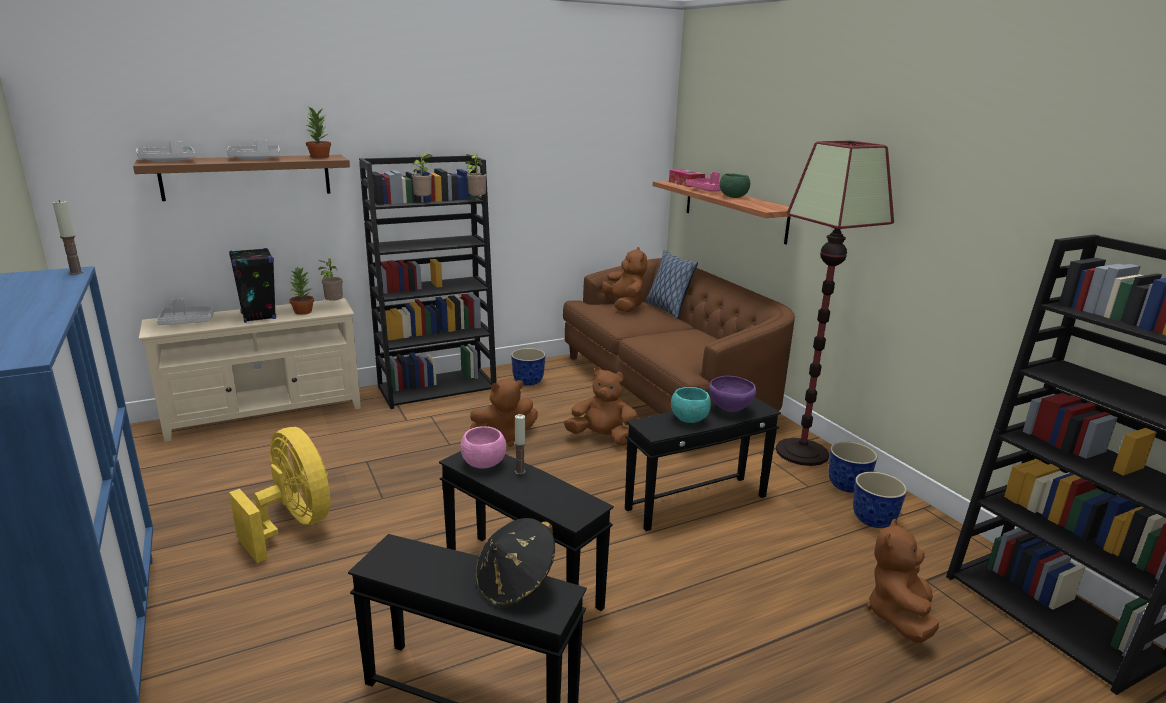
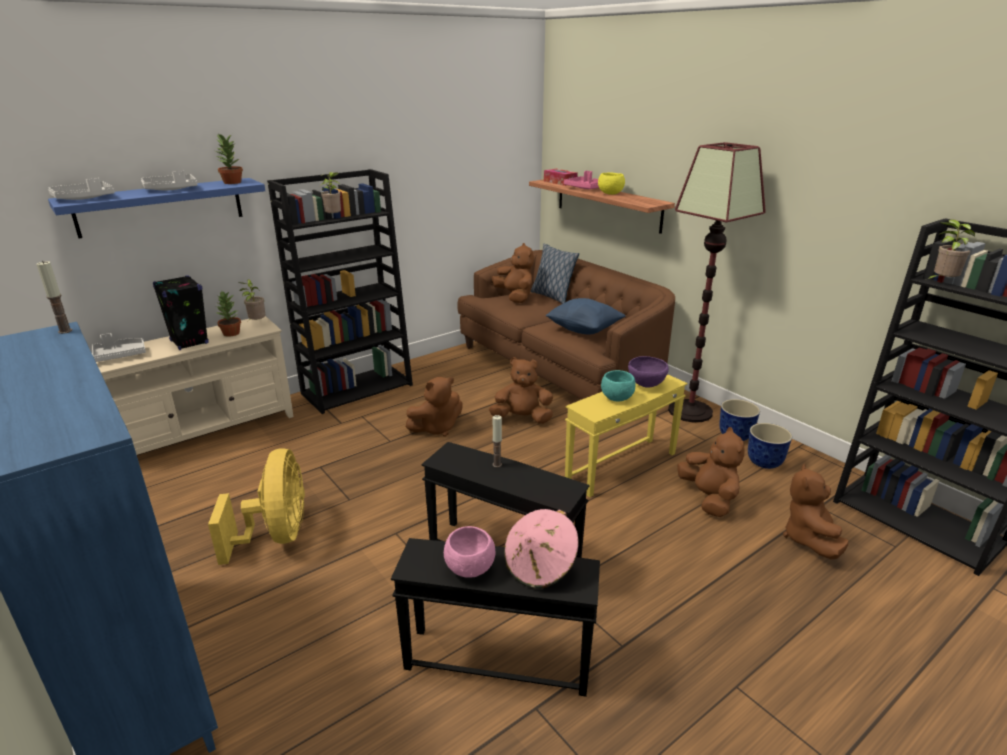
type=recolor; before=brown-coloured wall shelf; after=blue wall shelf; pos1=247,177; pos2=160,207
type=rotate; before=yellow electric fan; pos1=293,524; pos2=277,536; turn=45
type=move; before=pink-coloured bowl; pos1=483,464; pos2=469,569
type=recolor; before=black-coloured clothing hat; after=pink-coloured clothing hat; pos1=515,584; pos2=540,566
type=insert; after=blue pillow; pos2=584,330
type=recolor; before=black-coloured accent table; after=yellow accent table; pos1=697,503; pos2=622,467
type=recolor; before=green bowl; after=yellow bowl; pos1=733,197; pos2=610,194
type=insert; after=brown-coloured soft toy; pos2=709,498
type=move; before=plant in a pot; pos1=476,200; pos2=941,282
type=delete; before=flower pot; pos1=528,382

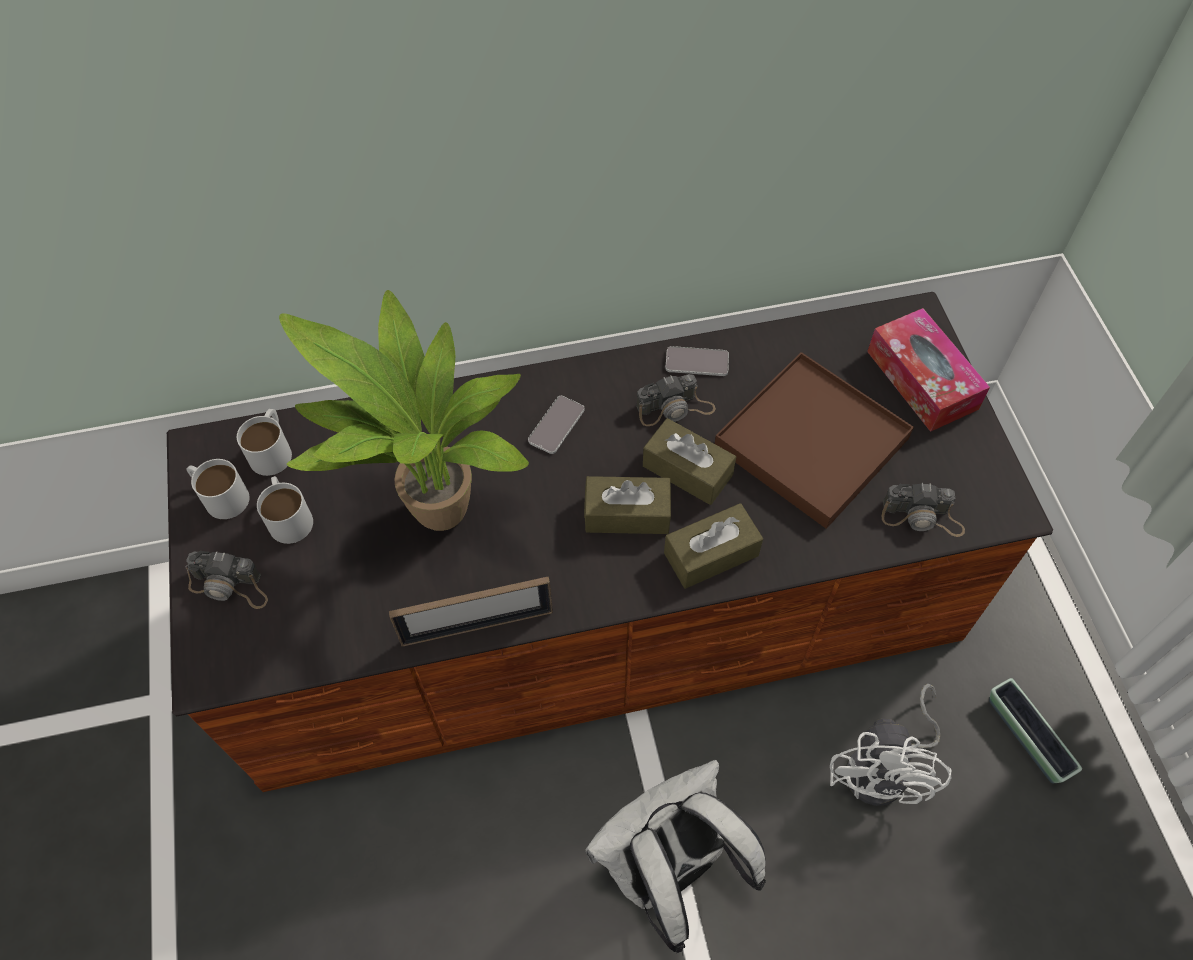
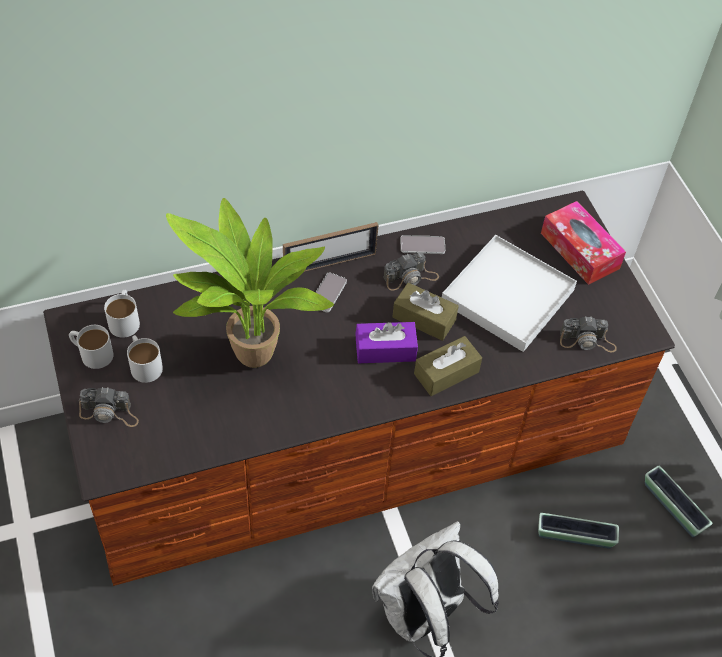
type=move; before=photo frame; pos1=477,626; pos2=330,263
type=recolor; before=brown-coloured box of tissues; after=purple box of tissues; pos1=627,514; pos2=385,350
type=recolor; before=brown-coloured carrying tray; after=whitish carrying tray; pos1=811,443; pos2=507,296
type=replace; before=whitish electric fan; after=flower pot; pos1=885,769; pos2=574,536

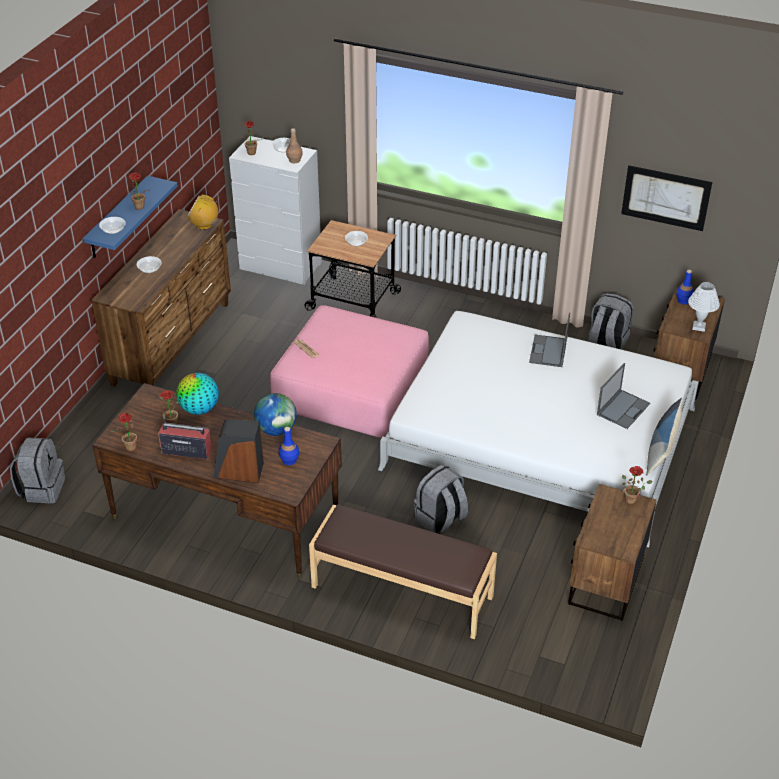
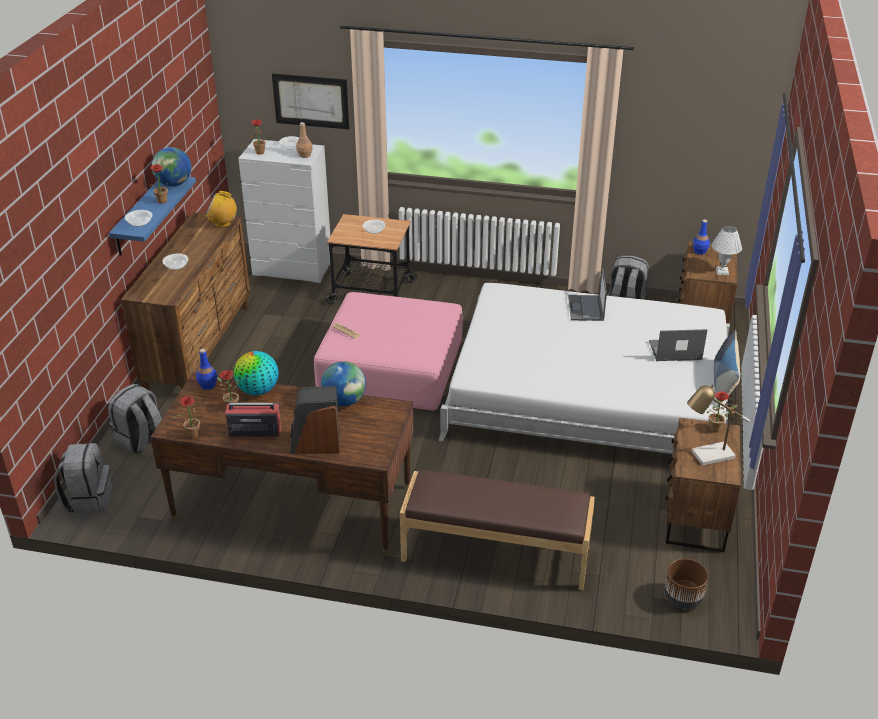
type=move; before=grey backpack; pos1=440,520; pos2=141,440
type=insert; after=world globe; pos2=174,184
type=move; before=blue bottle; pos1=289,460; pos2=208,385
type=move; before=wall art; pos1=665,198; pos2=311,101
type=rotate; before=notebook computer; pos1=623,408; pos2=674,350; turn=-120
type=insert; after=brown-coloured flower pot; pos2=683,598
type=insert; after=table lamp; pos2=708,456

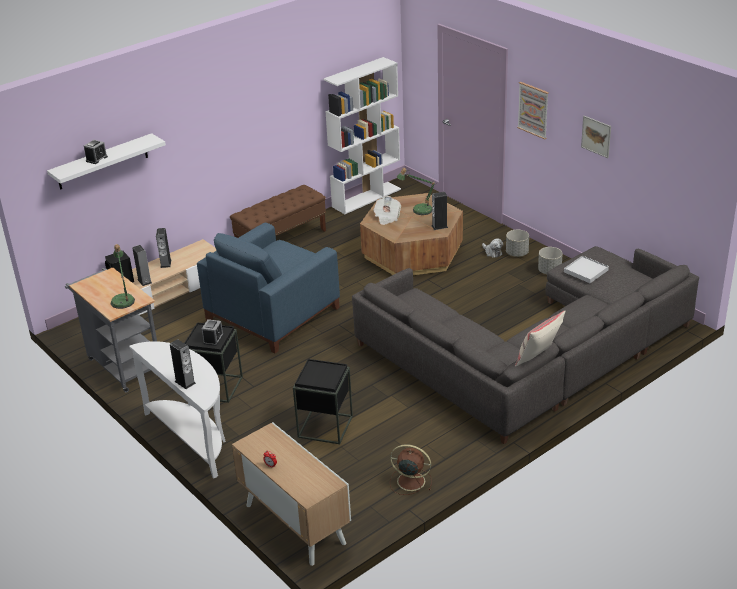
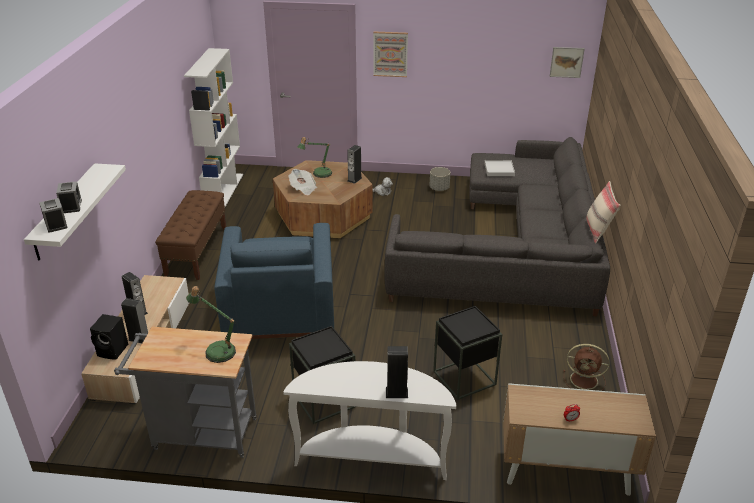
type=move; before=alarm clock; pos1=213,339; pos2=56,224
type=move; before=wall art; pos1=596,136; pos2=566,62
type=rotate; before=brown-coloured electric fan; pos1=409,481; pos2=585,380; turn=-135
type=delete; before=grey flower pot; pos1=516,253

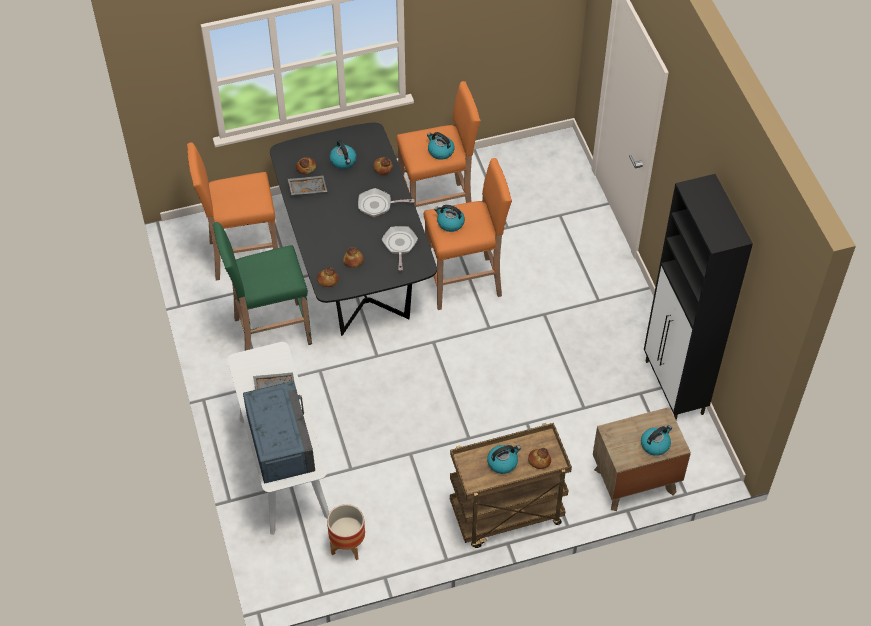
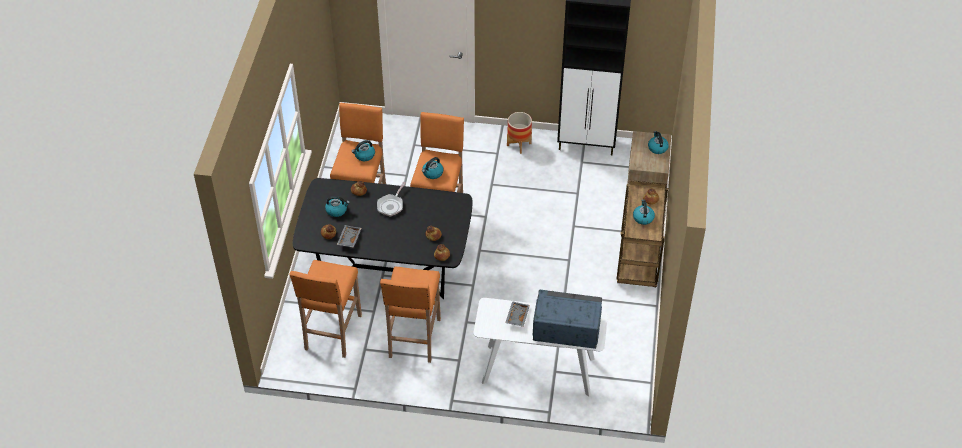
type=recolor; before=green sitting stool; after=orange-coloured sitting stool; pos1=270,331; pos2=414,339
type=move; before=flower pot; pos1=348,545; pos2=519,144
type=delete; before=pan; pos1=399,245

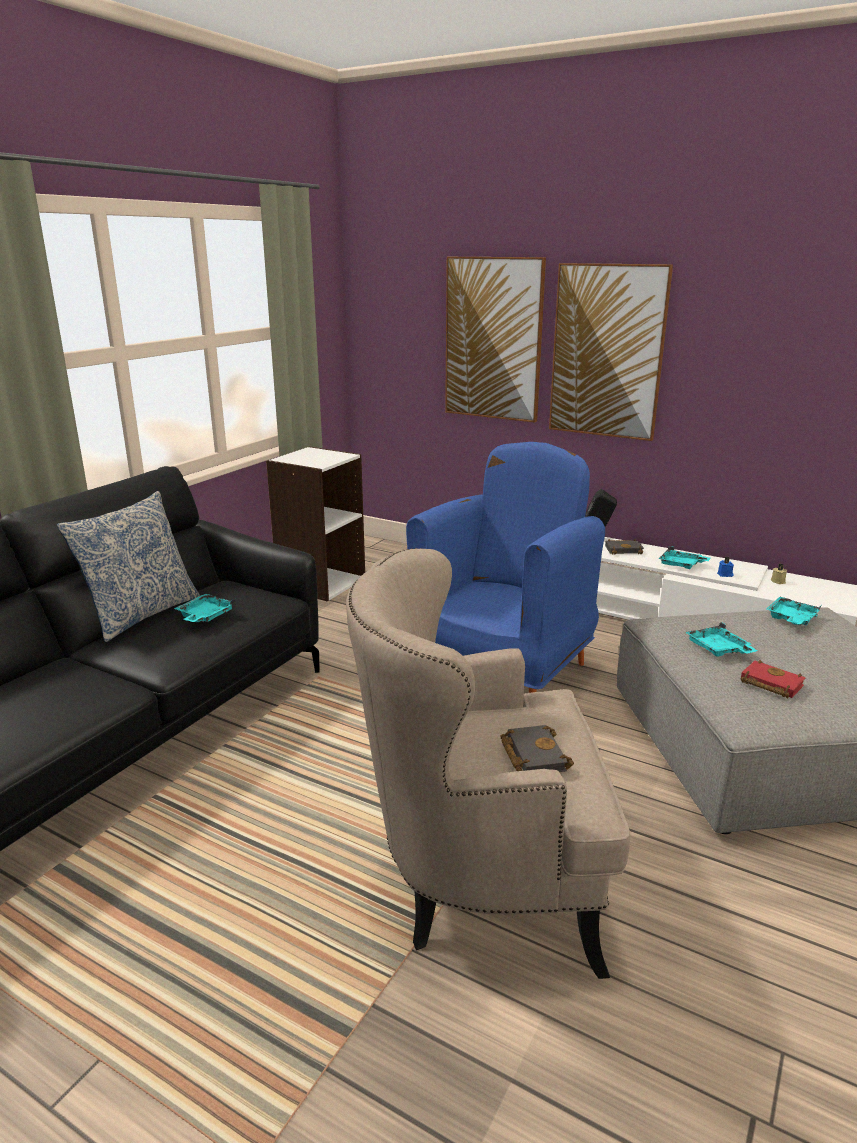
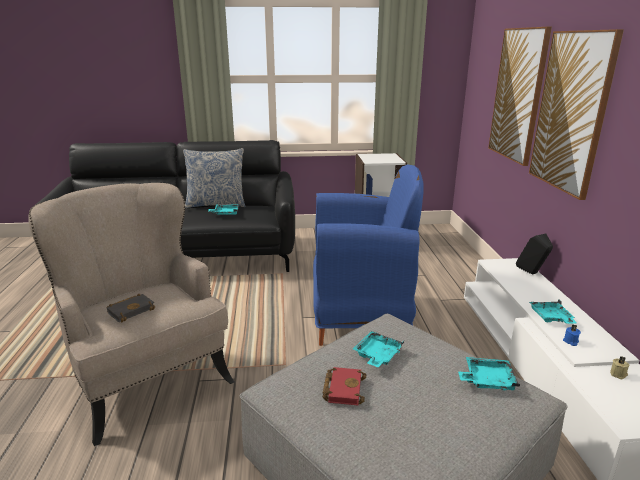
type=delete; before=black-coloured bound book; pos1=624,549

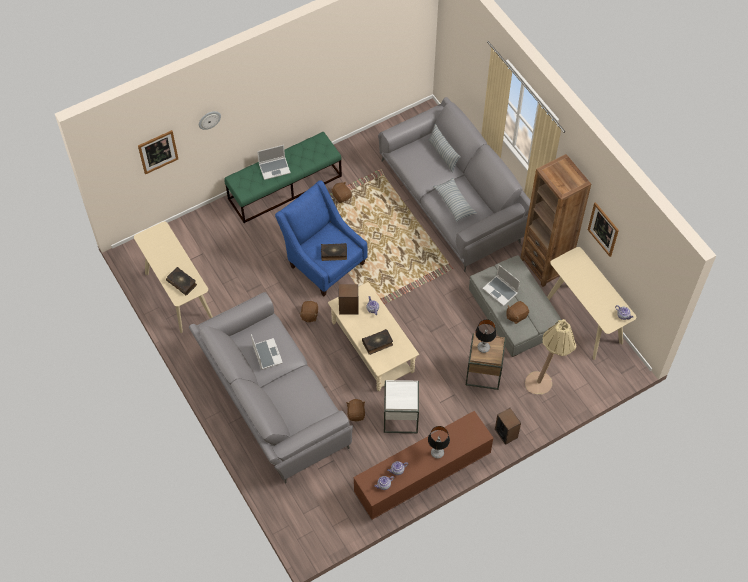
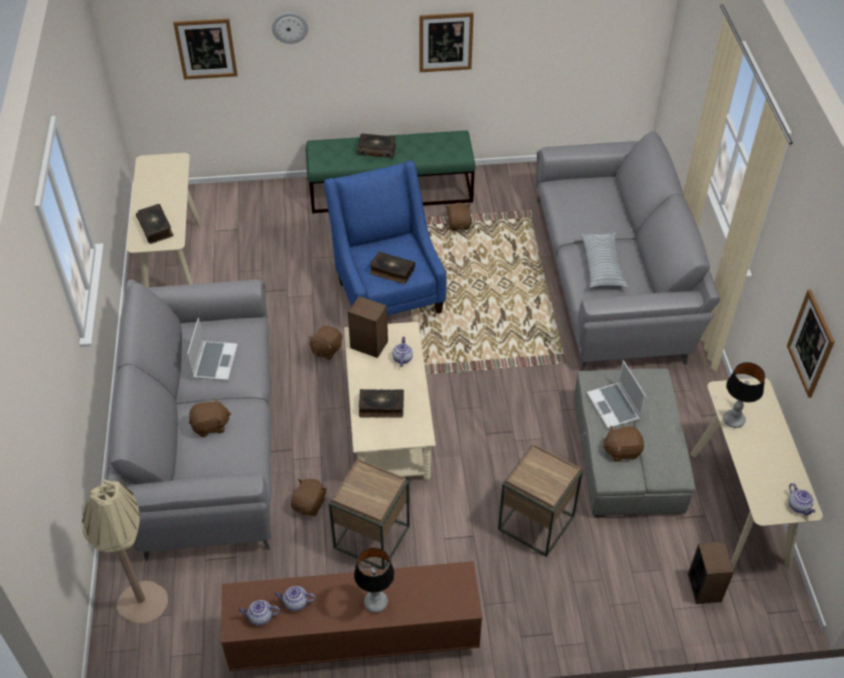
type=move; before=sand-coloured standing lamp; pos1=543,387; pos2=146,612
type=insert; after=brown-coloured soft toy; pos2=210,426
type=recolor; before=whitish accent table; after=brown-coloured accent table; pos1=401,417; pos2=372,536
type=replace; before=notebook computer; after=bound book; pos1=274,168; pos2=377,150
type=insert; after=wall art; pos2=445,42
type=move; before=loudspeaker; pos1=506,433; pos2=704,587
type=move; before=table lamp; pos1=483,347; pos2=733,420
type=delete; before=pillow; pos1=443,155
type=delete; before=brown-coloured shelving unit; pos1=545,265

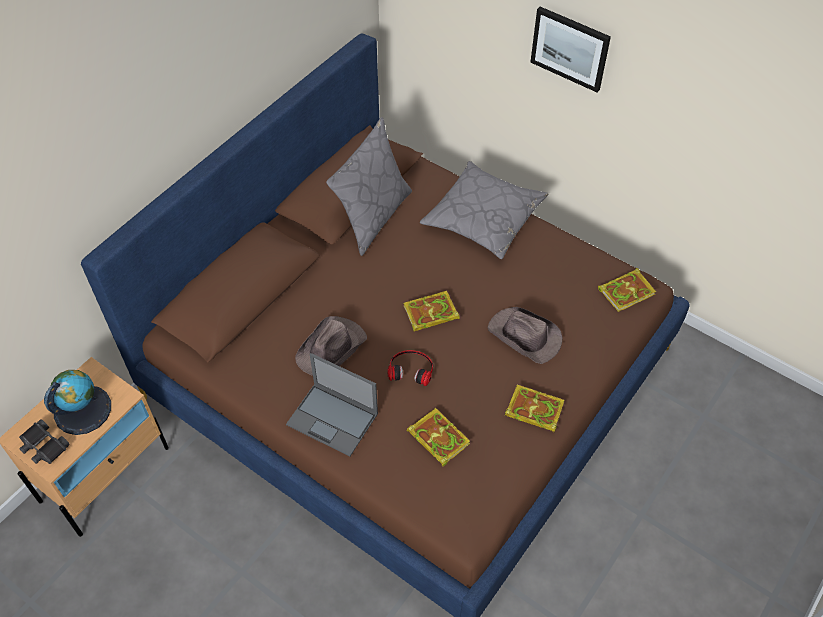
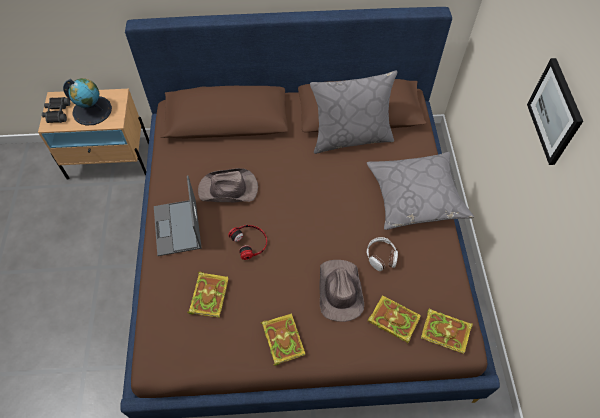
type=insert; after=headphones; pos2=381,256
type=move; before=bound book; pos1=429,314; pos2=392,320

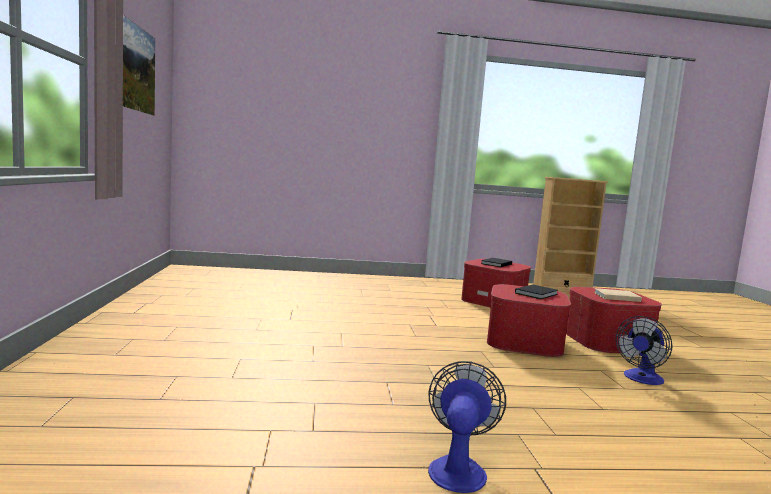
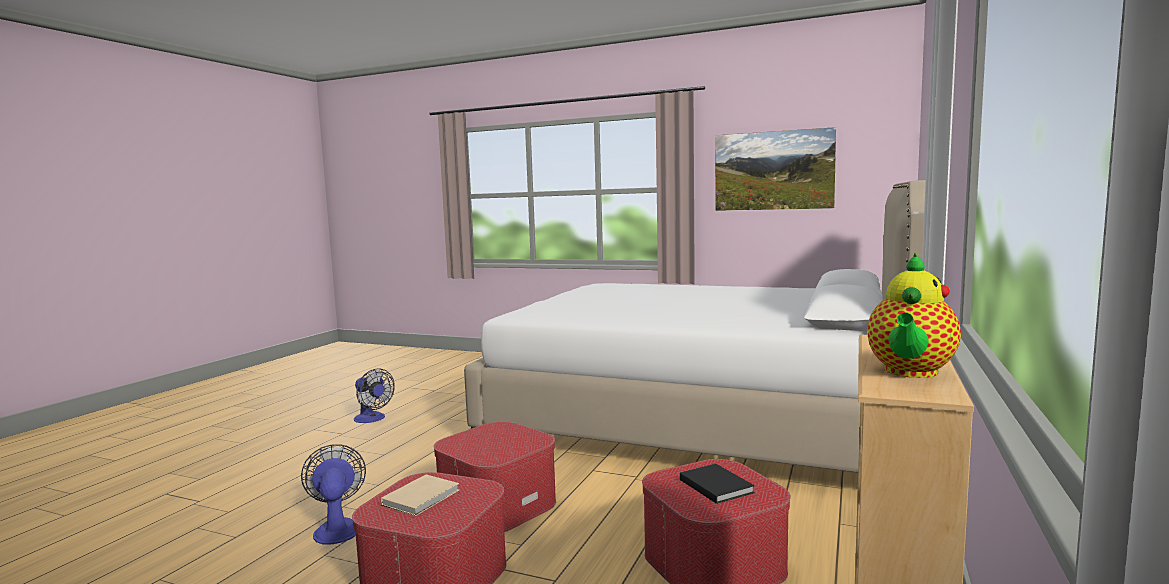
type=insert; after=whitish bedroom bed; pos2=702,419
type=insert; after=pot for tea; pos2=910,372
type=delete; before=black-coloured bound book; pos1=537,293

